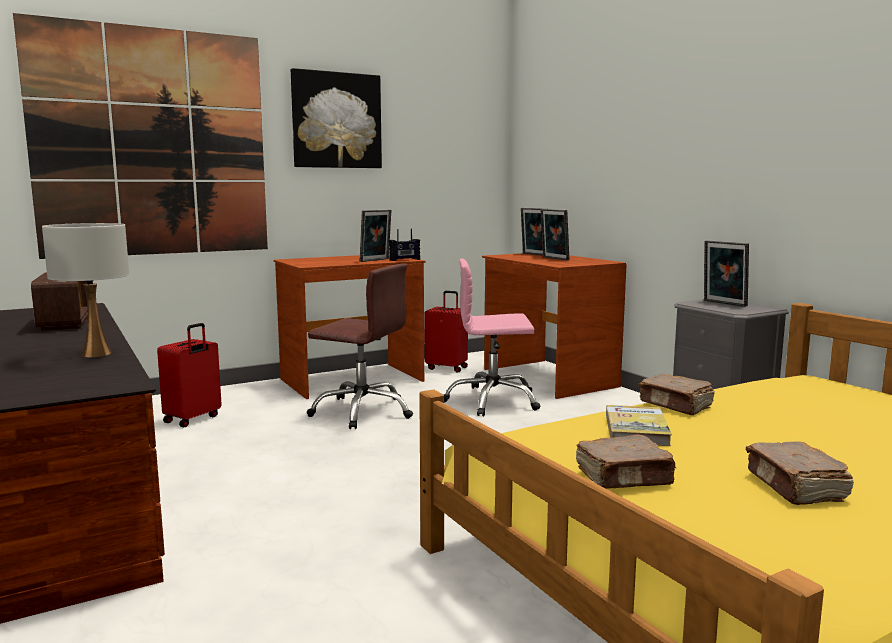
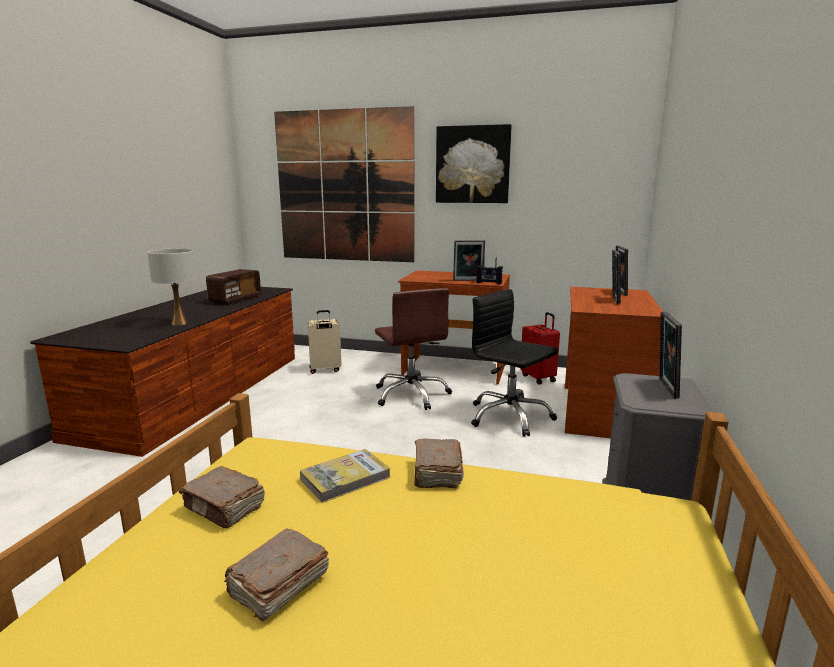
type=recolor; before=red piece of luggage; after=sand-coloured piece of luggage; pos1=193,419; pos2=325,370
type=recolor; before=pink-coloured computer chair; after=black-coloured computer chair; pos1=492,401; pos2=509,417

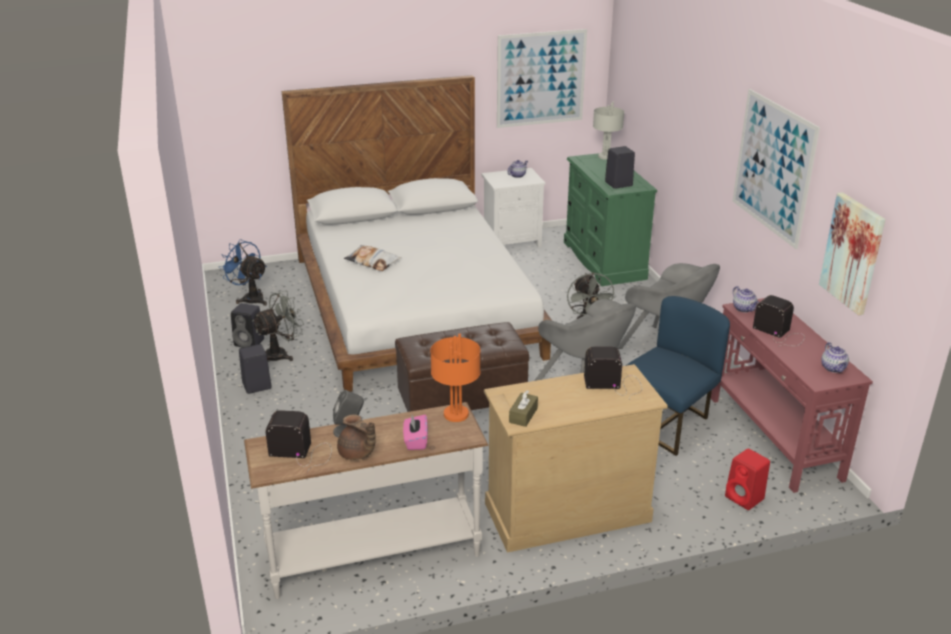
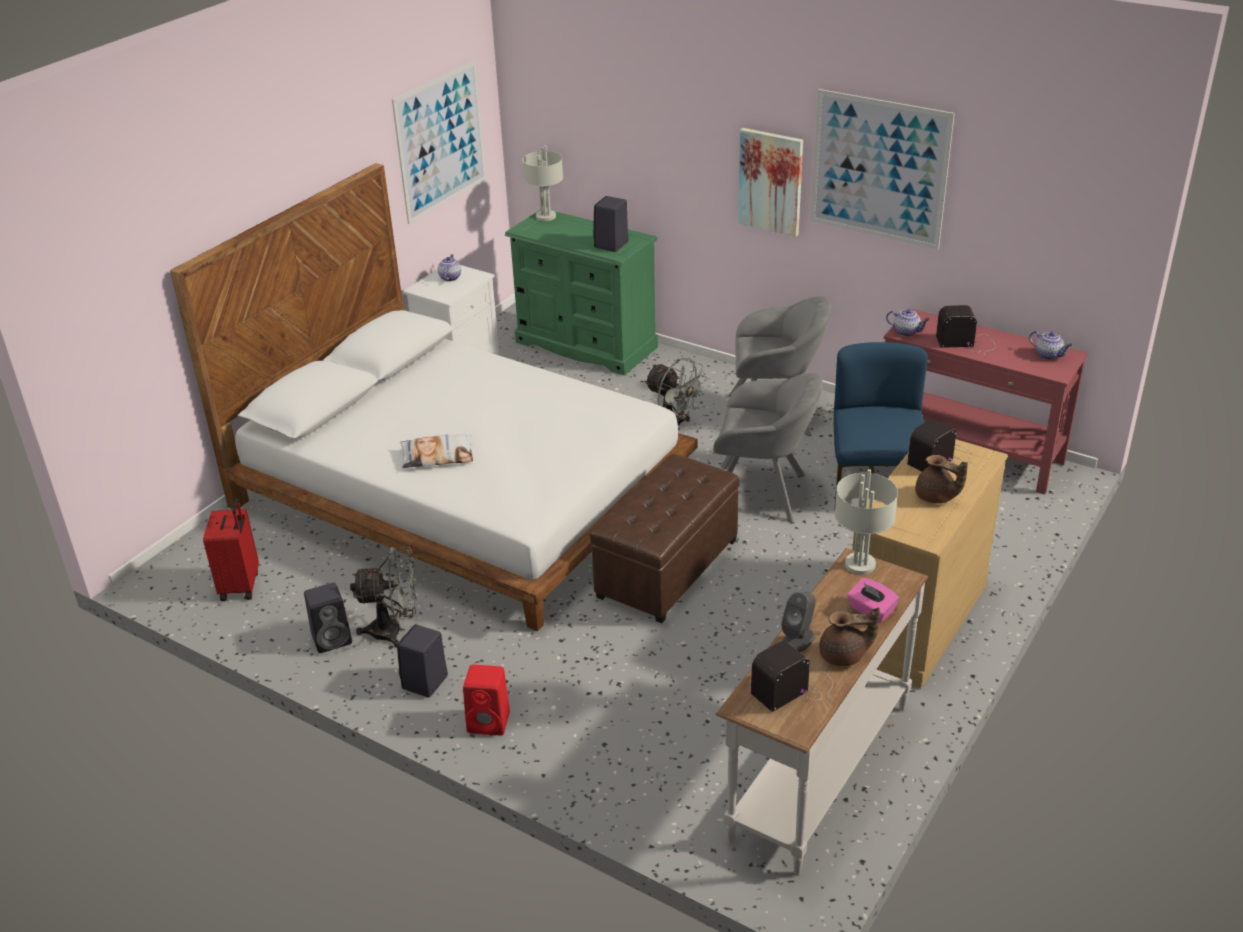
type=replace; before=blue electric fan; after=red piece of luggage; pos1=250,298; pos2=241,586
type=rotate; before=grey electric fan; pos1=281,354; pos2=395,630; turn=75
type=move; before=red loudspeaker; pos1=745,498; pos2=490,722
type=move; before=wall art; pos1=853,253; pos2=771,181
type=recolor; before=orange-coloured table lamp; after=grey table lamp; pos1=456,415; pos2=861,565
type=insert; after=brown-coloured pot for tea; pos2=936,497
type=delete; before=brown-coloured box of tissues; pos1=523,415

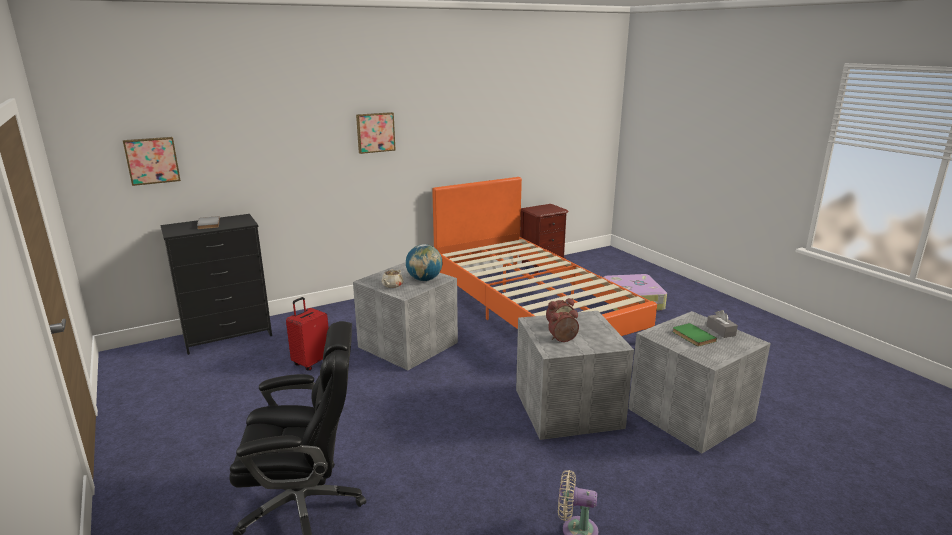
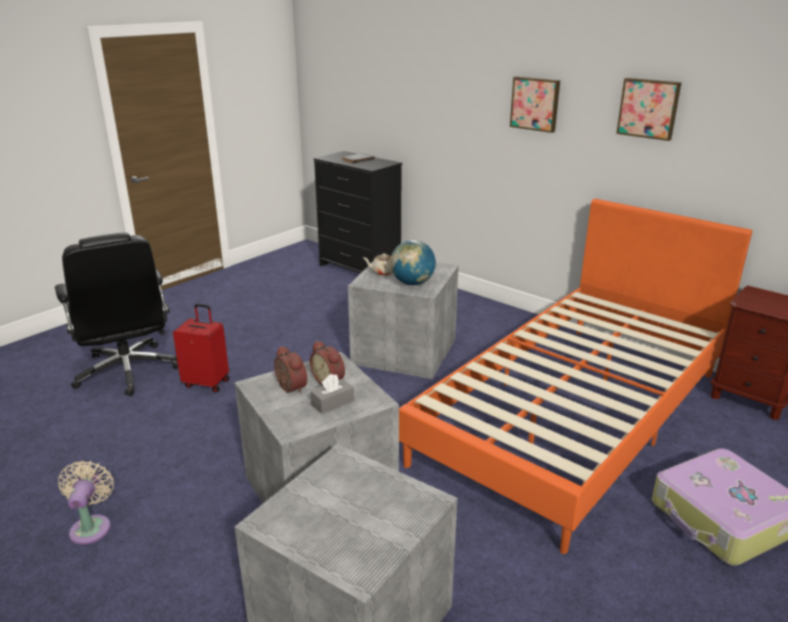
type=move; before=red piece of luggage; pos1=311,362; pos2=207,383
type=move; before=grey box of tissues; pos1=720,331; pos2=332,403
type=move; before=wall art; pos1=152,160; pos2=649,108
type=delete; before=green bound book; pos1=692,336

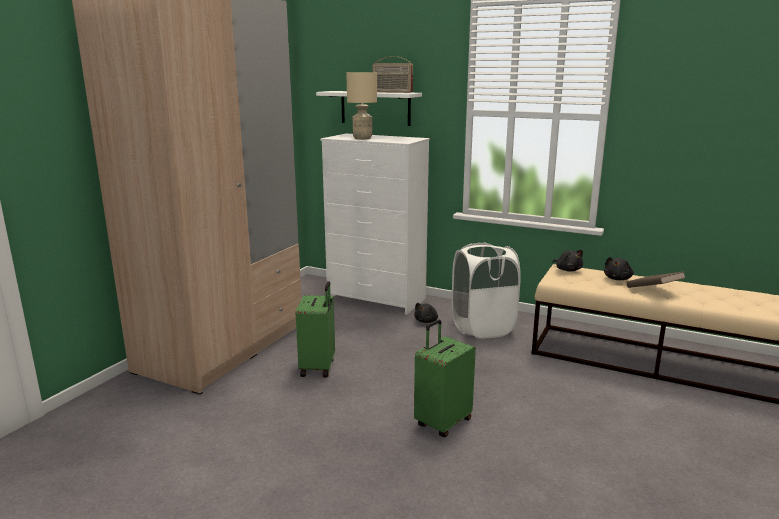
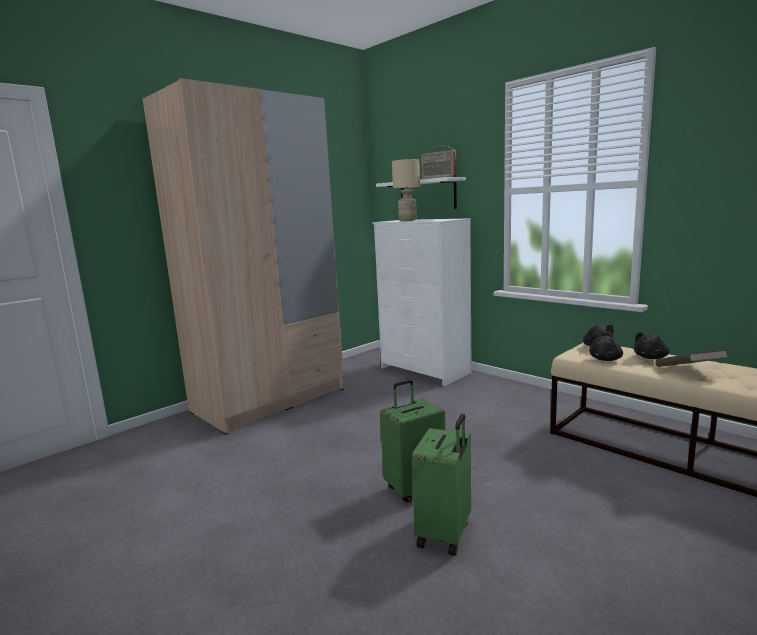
type=move; before=green piece of luggage; pos1=319,367; pos2=445,534
type=move; before=black-coloured soft toy; pos1=426,321; pos2=606,359
type=delete; before=whitish hamper; pos1=482,328

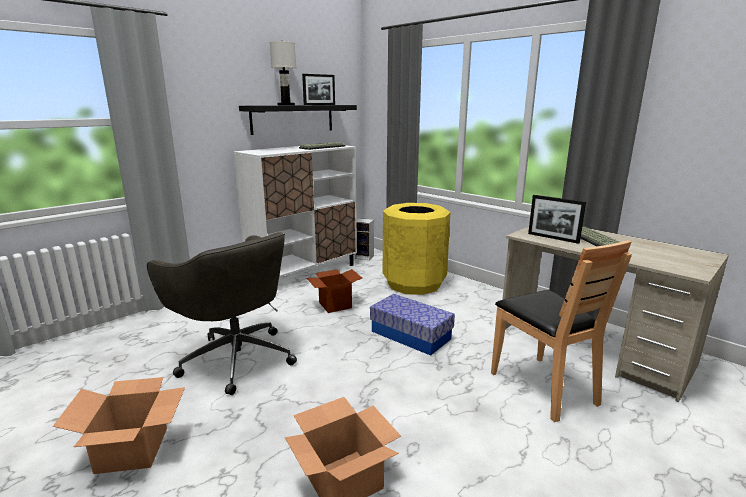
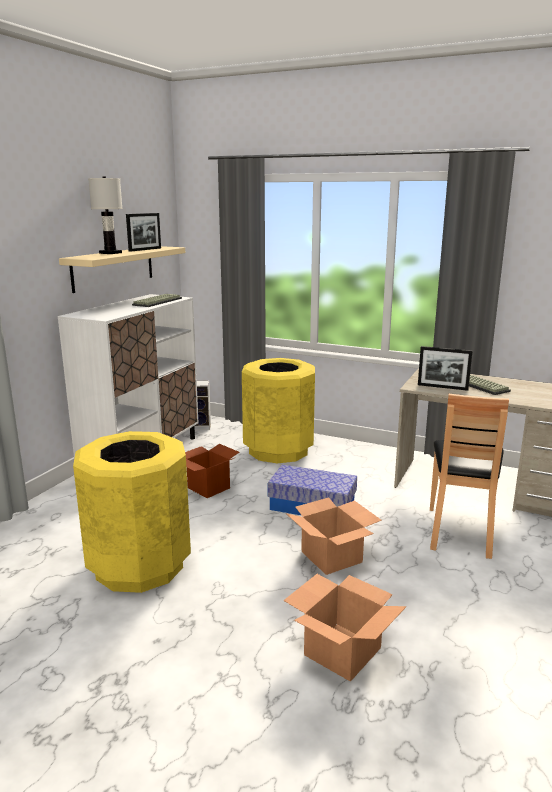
type=recolor; before=black-coloured wall shelf; after=sand-coloured wall shelf; pos1=293,119; pos2=113,268
type=replace; before=grey computer chair; after=yellow trash can; pos1=236,357; pos2=140,566
type=move; before=cardboard box; pos1=132,449; pos2=330,556
type=rotate; before=brown-coloured plain chair; pos1=543,387; pos2=460,531; turn=60

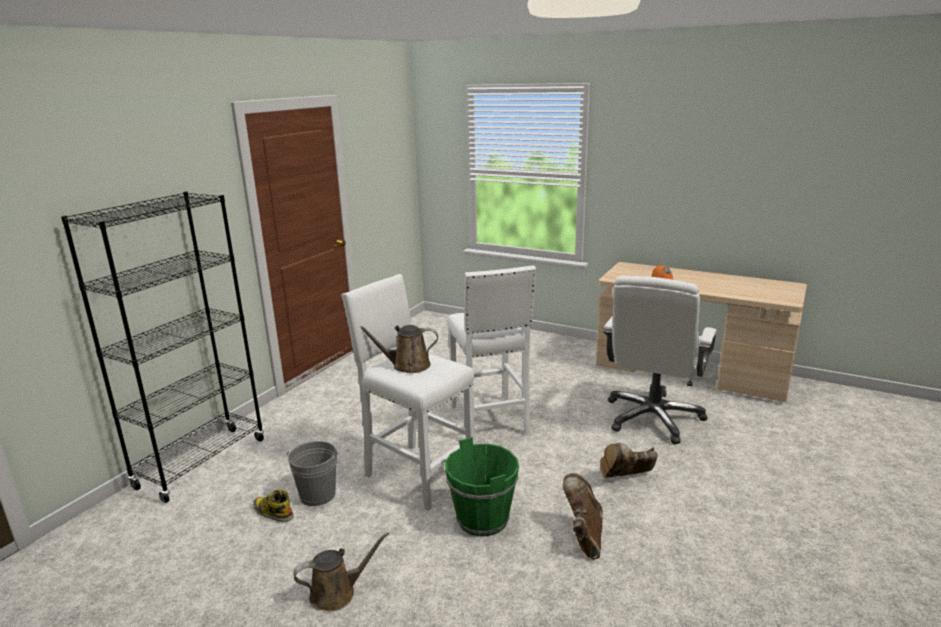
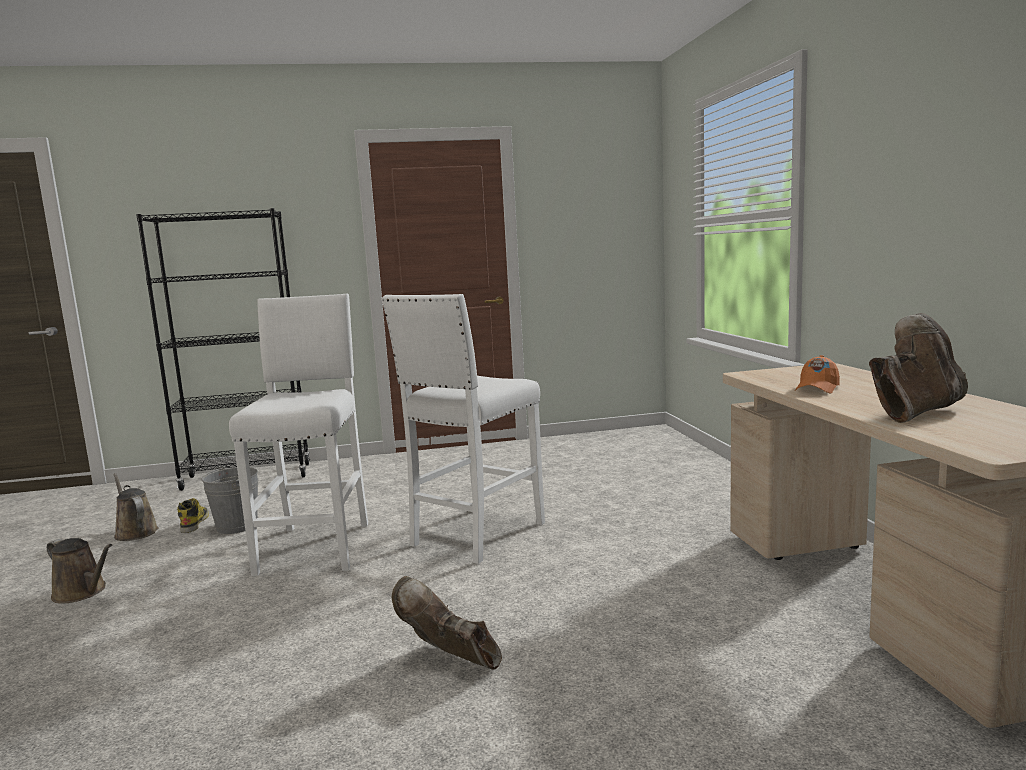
type=move; before=brown-coloured sprinkling can; pos1=407,366; pos2=135,532
type=move; before=brown-coloured boot; pos1=584,536; pos2=914,411
type=delete; before=green bucket; pos1=483,519
type=delete; before=whitish computer chair; pos1=653,418

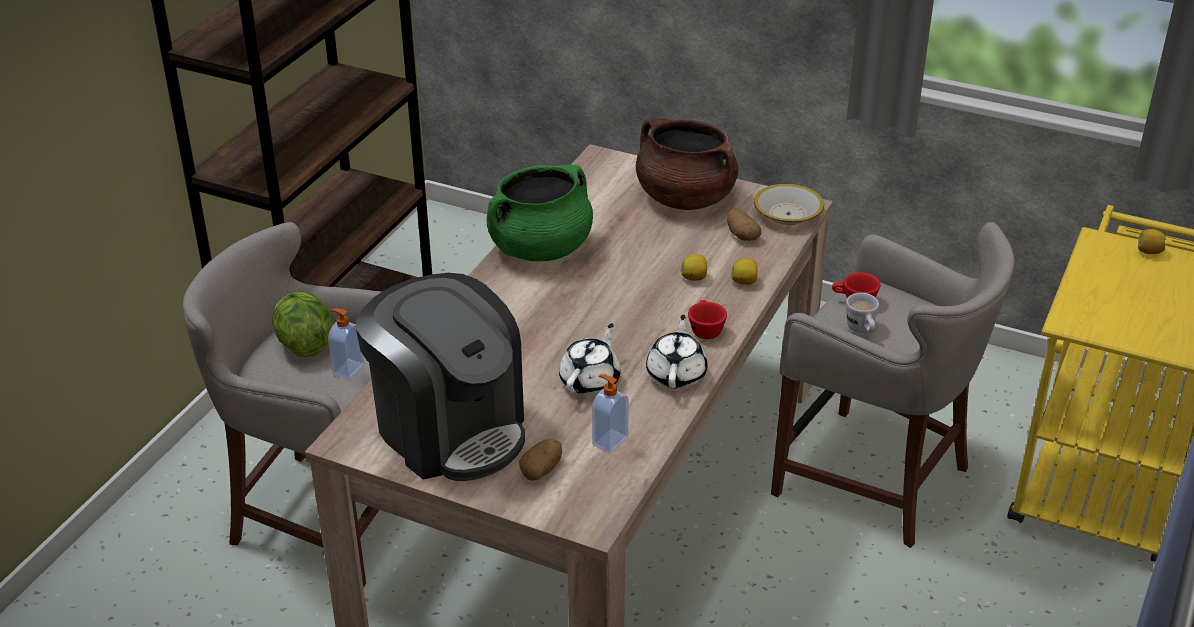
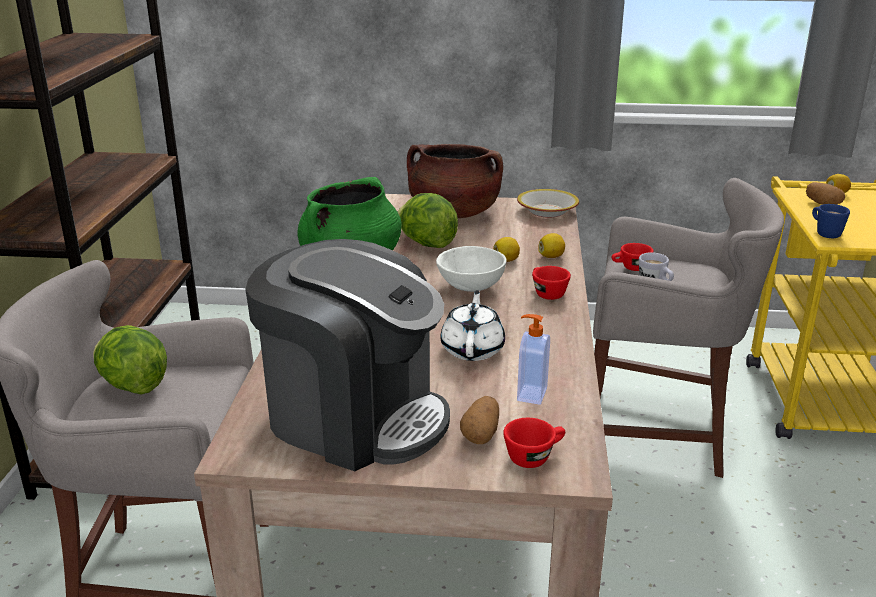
type=insert; after=lettuce head; pos2=426,244
type=insert; after=whitish bowl; pos2=470,288
type=insert; after=red small cup; pos2=534,456
type=move; before=whole potato; pos1=741,235; pos2=822,203
type=insert; after=blue mug; pos2=824,233
type=delete; before=liquid soap bottle; pos1=347,369
type=delete; before=whitish pot for tea; pos1=677,374

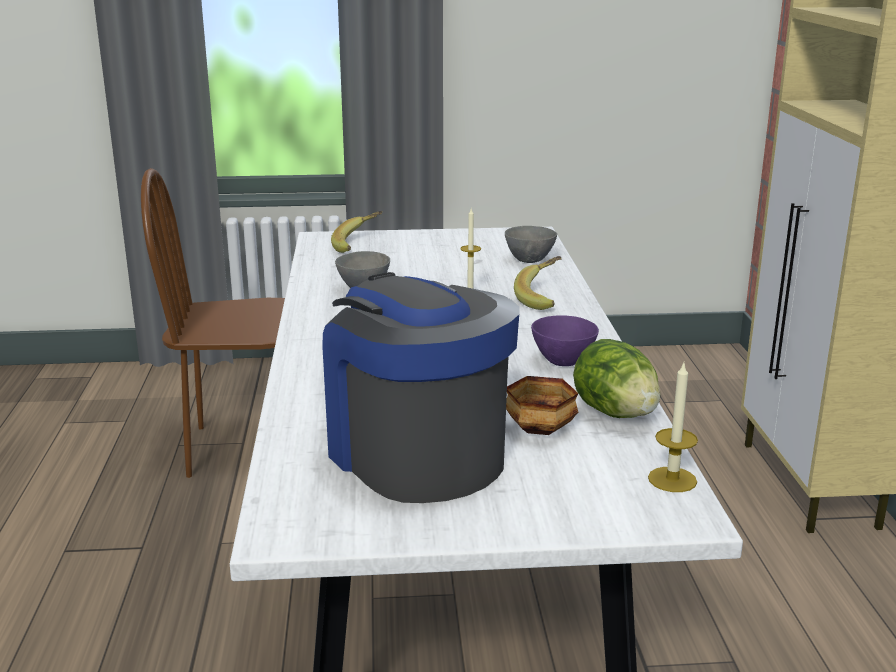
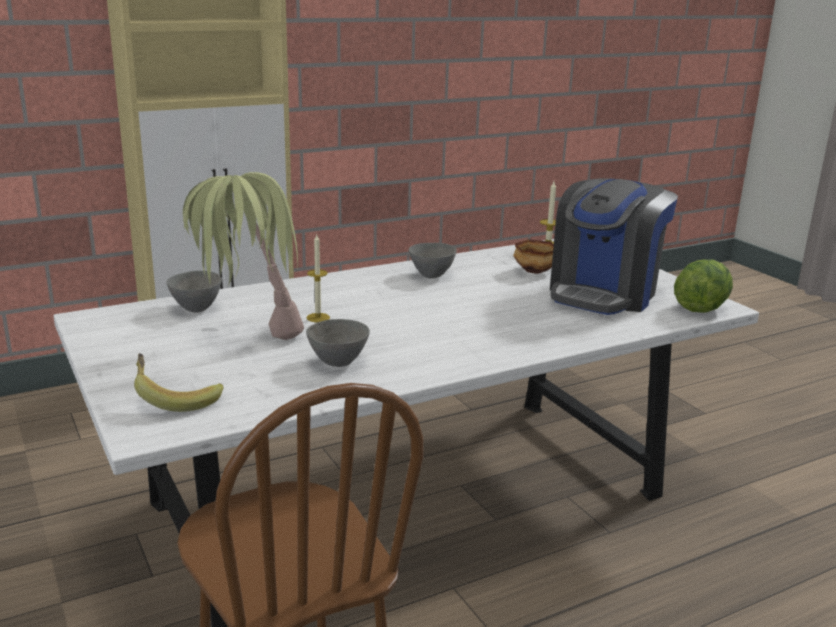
type=insert; after=plant in a pot; pos2=246,337
type=recolor; before=purple bowl; after=grey bowl; pos1=564,362; pos2=431,275
type=move; before=lettuce head; pos1=615,413; pos2=700,308
type=delete; before=banana; pos1=544,299

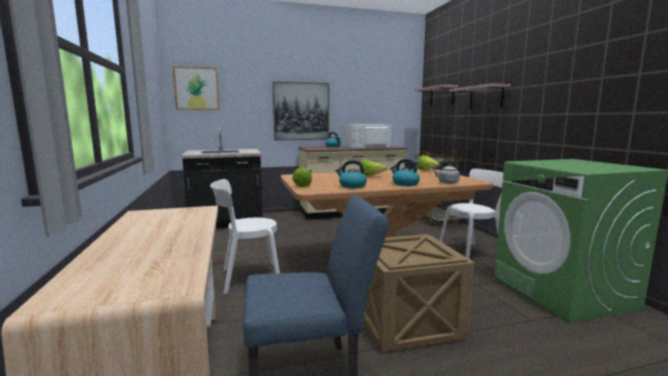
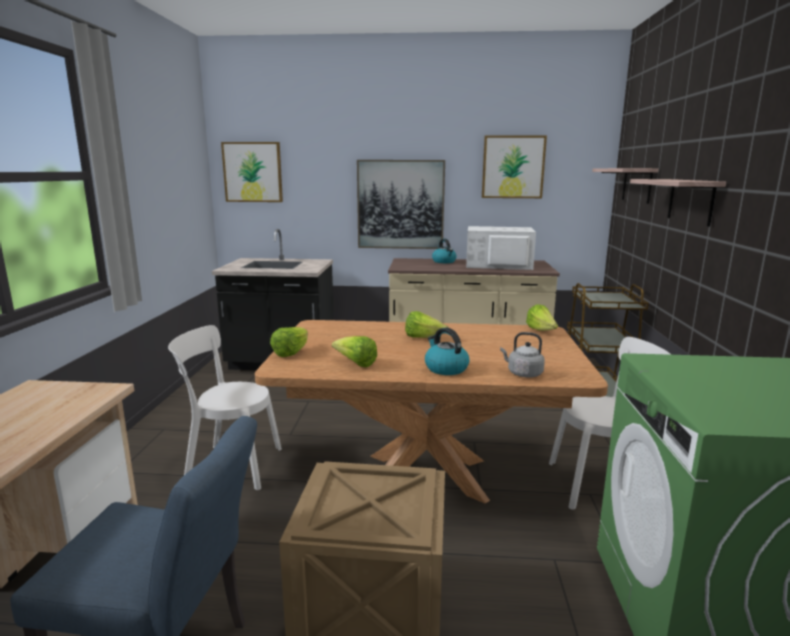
type=replace; before=water kettle; after=lettuce head; pos1=352,186; pos2=356,364
type=insert; after=wall art; pos2=513,167

